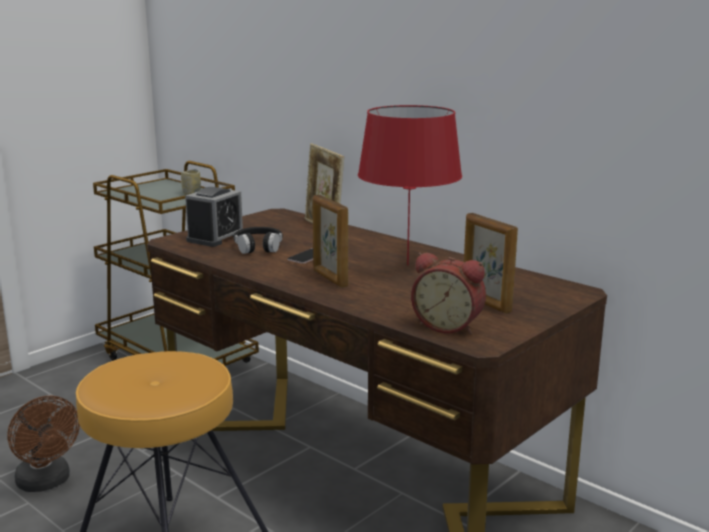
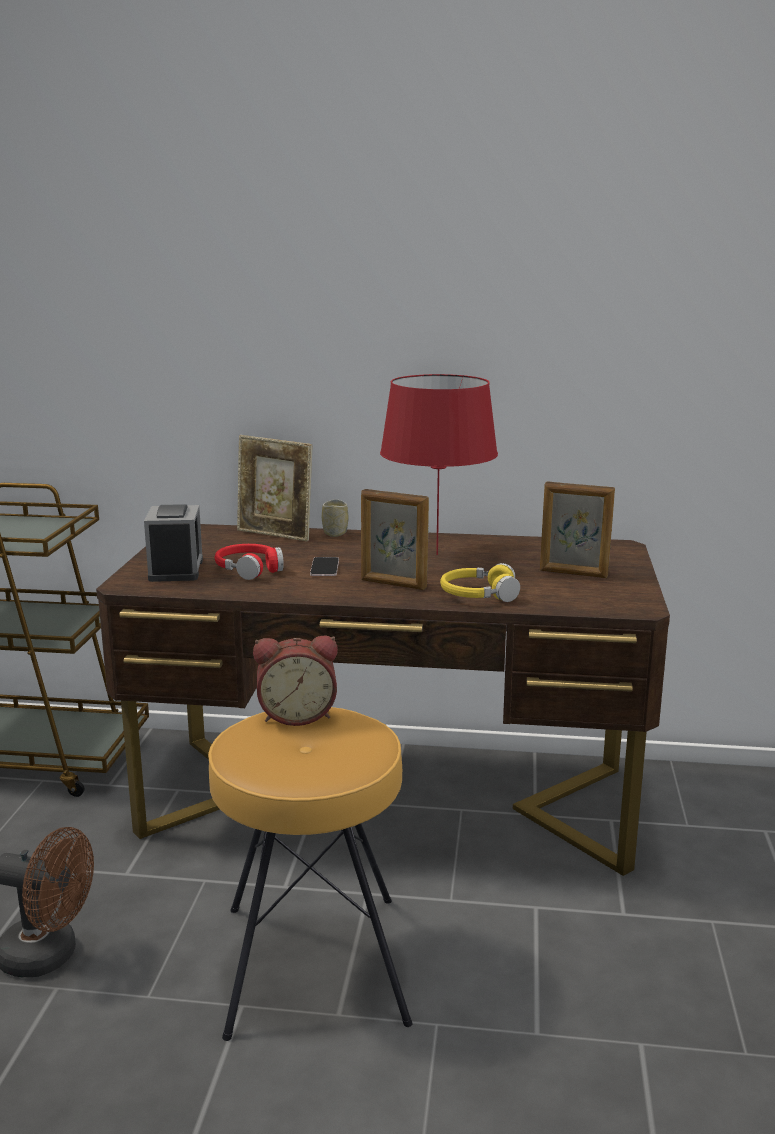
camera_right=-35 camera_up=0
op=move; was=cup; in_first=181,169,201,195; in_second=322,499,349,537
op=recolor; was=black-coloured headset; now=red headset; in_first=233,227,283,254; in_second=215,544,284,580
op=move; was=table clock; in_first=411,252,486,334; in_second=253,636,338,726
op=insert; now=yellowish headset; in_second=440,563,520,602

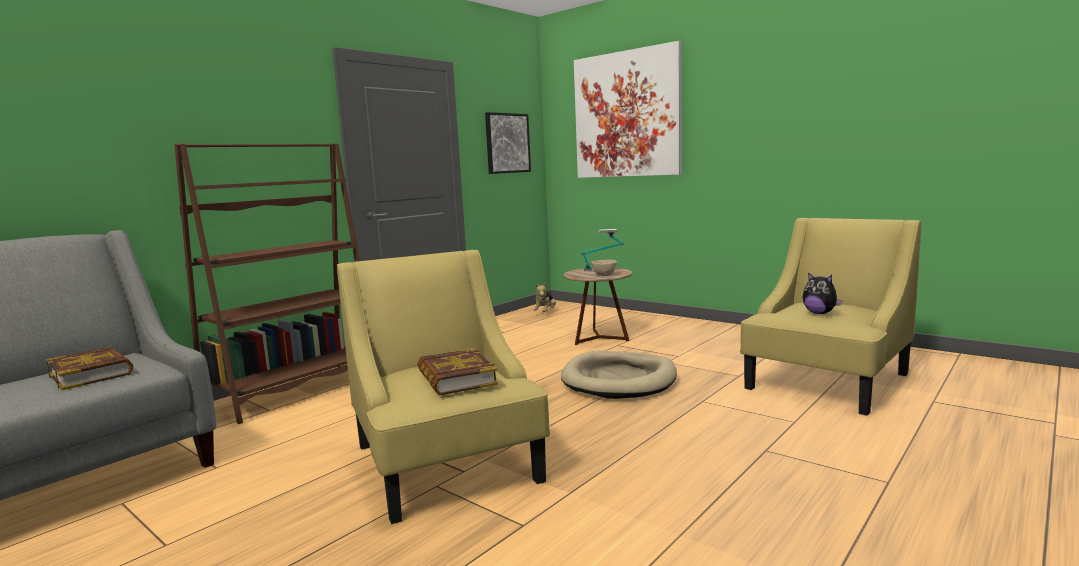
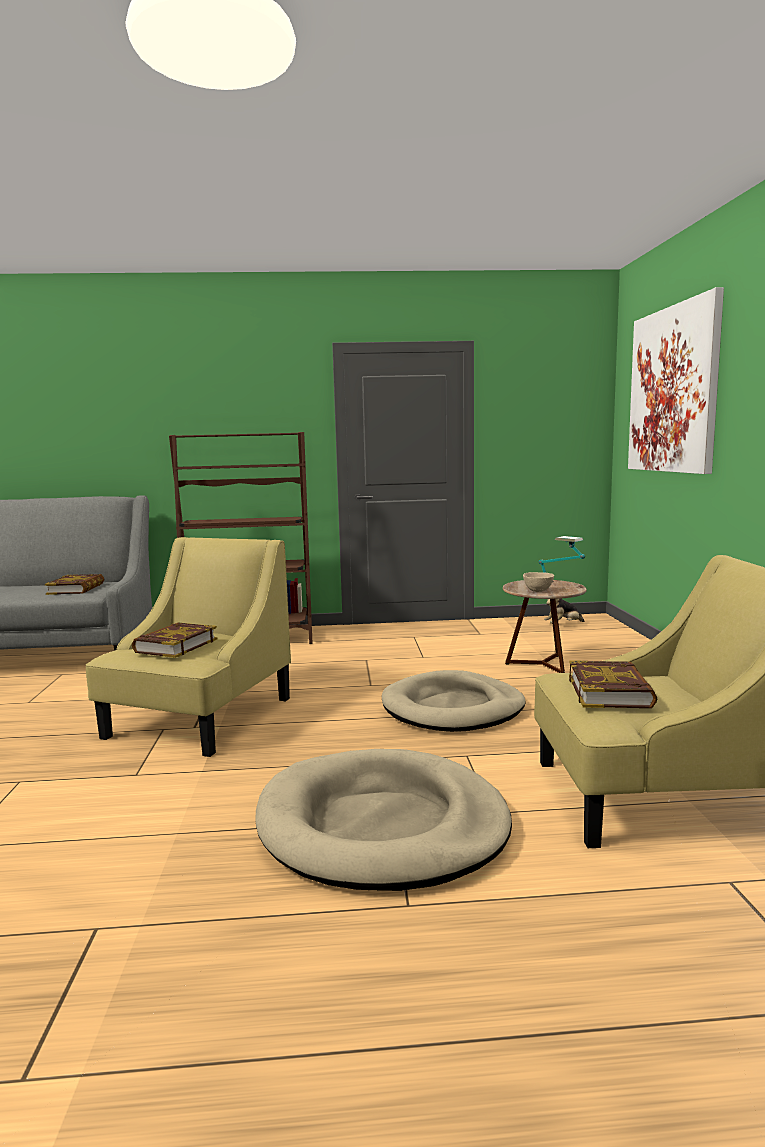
camera_right=45 camera_up=0
op=delete; was=picture; in_first=485,112,531,174
op=replace; was=soft toy; now=book; in_first=802,272,843,314; in_second=569,660,658,708
op=insert; now=sand-coloured pet bed; in_second=255,749,512,891

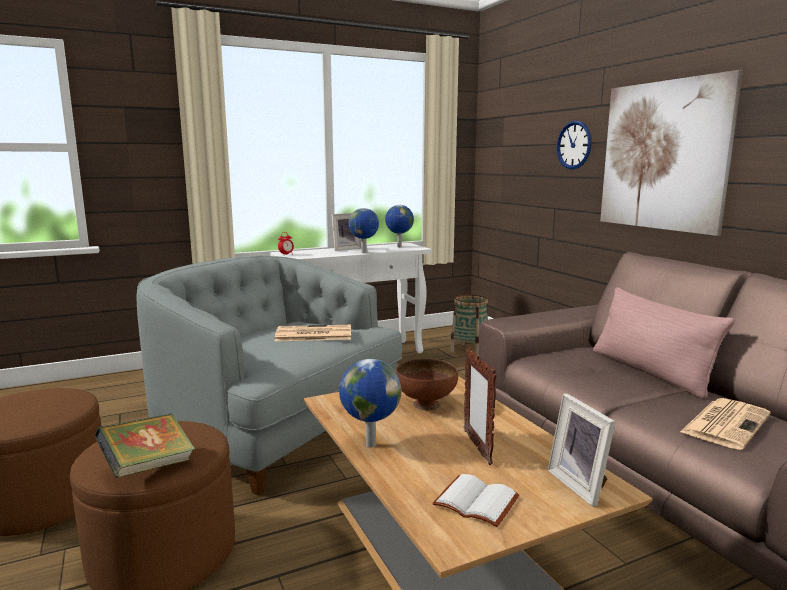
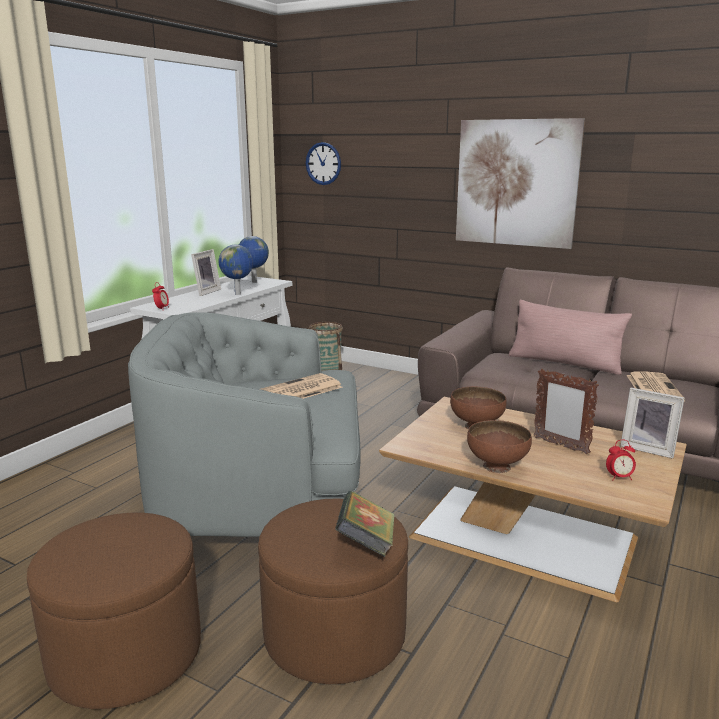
camera_right=-35 camera_up=5
op=move; was=wall clock; in_first=557,121,592,170; in_second=306,142,341,185
op=replace; was=globe; now=brown bowl; in_first=339,359,402,448; in_second=467,420,532,473
op=replace; was=whitish book; now=table clock; in_first=432,474,519,527; in_second=606,440,636,480

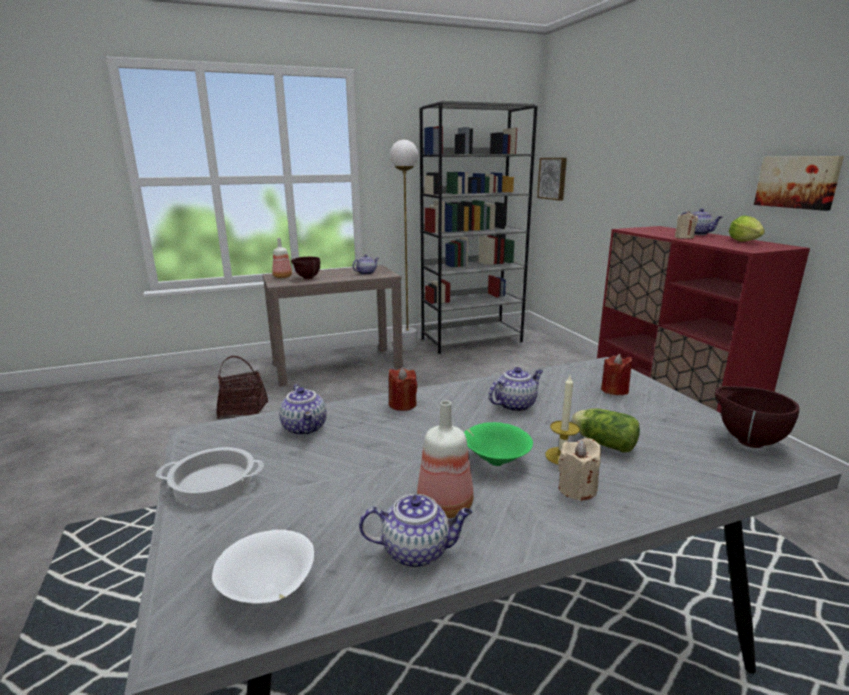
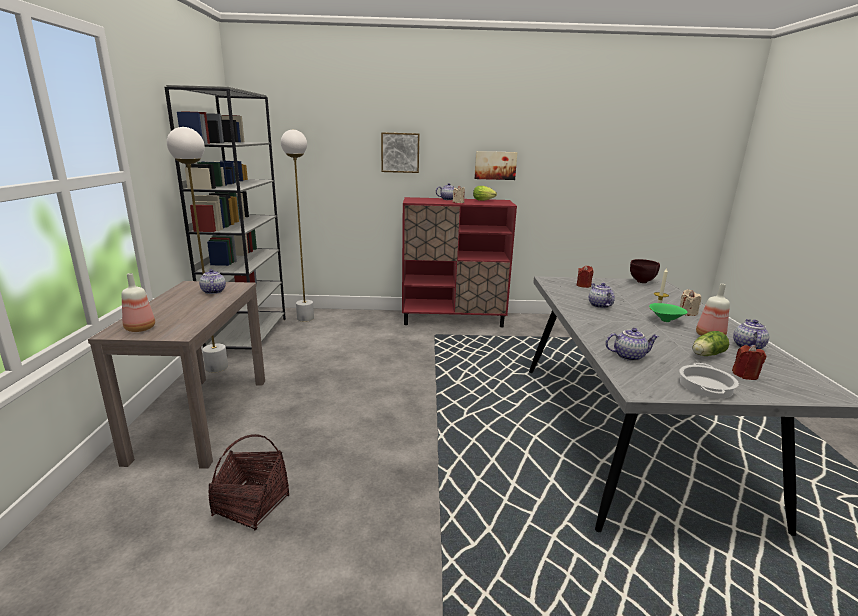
camera_right=-70 camera_up=0
op=move; was=picture; in_first=537,158,567,201; in_second=381,132,419,173
op=delete; was=brown bowl; in_first=291,257,320,279
op=move; was=red wax light; in_first=389,367,418,411; in_second=732,345,766,380
op=move; was=head of lettuce; in_first=571,408,640,453; in_second=693,331,729,356
op=delete; was=whitish bowl; in_first=212,530,314,604
op=insert; now=whitish standing lamp; in_second=281,130,314,322

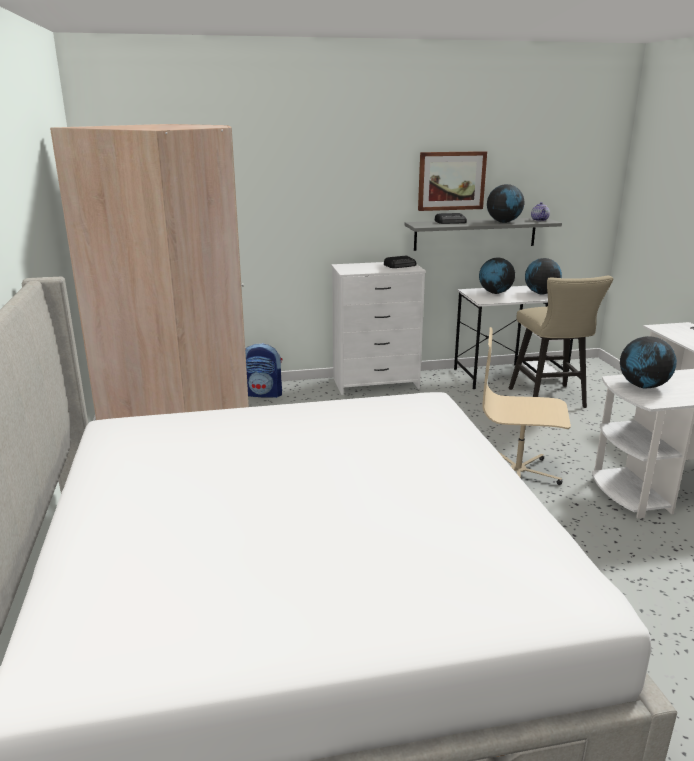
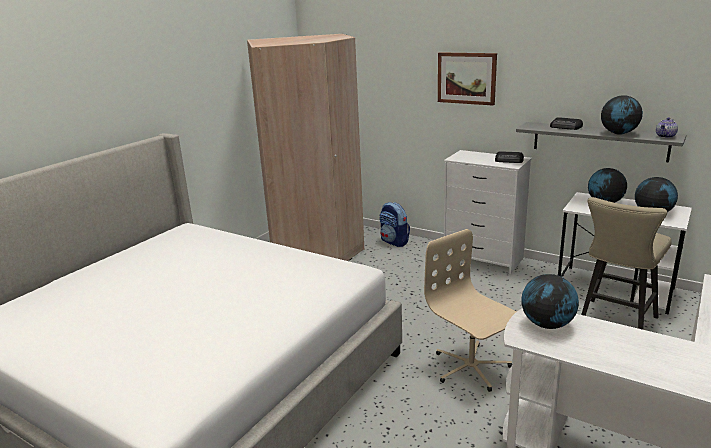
camera_right=45 camera_up=0
op=move; was=picture; in_first=418,151,487,211; in_second=438,52,497,106

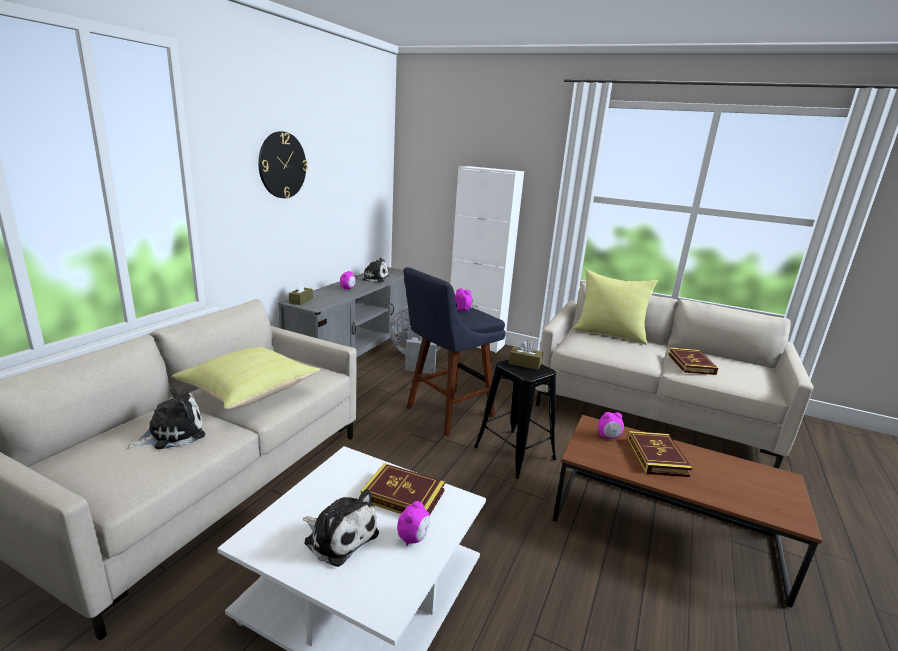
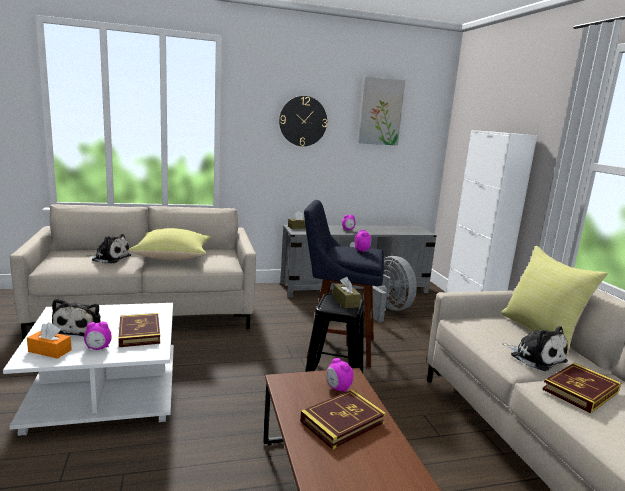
camera_right=50 camera_up=-5
op=move; was=soft toy; in_first=355,258,389,282; in_second=502,326,568,371
op=insert; now=picture; in_second=358,77,405,146
op=insert; now=orange tissue holder; in_second=27,322,72,359

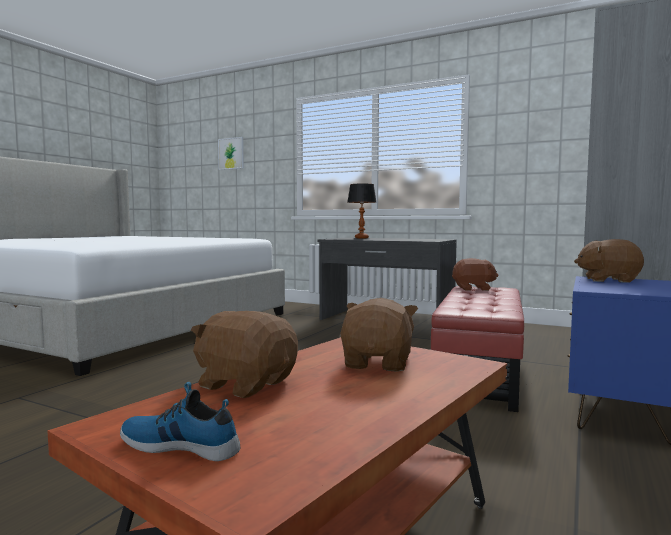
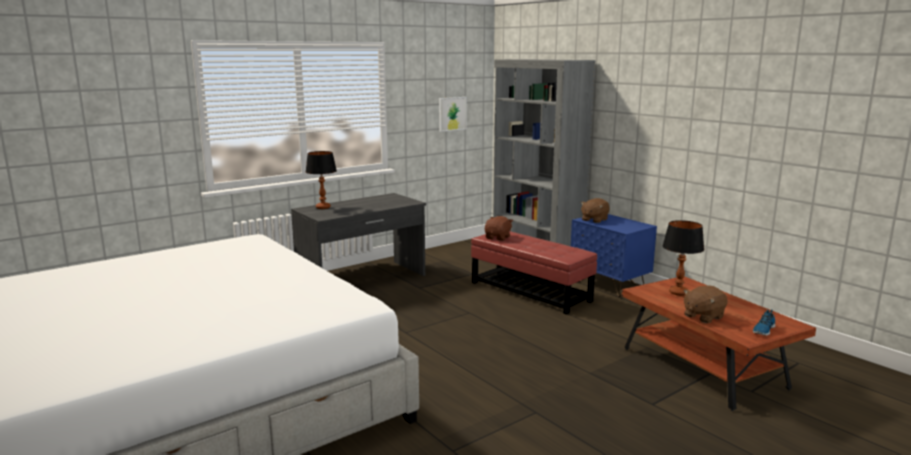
camera_right=-65 camera_up=10
op=move; was=picture; in_first=218,137,244,170; in_second=439,97,467,132
op=replace; was=brown soft toy; now=table lamp; in_first=340,298,418,372; in_second=662,220,704,296

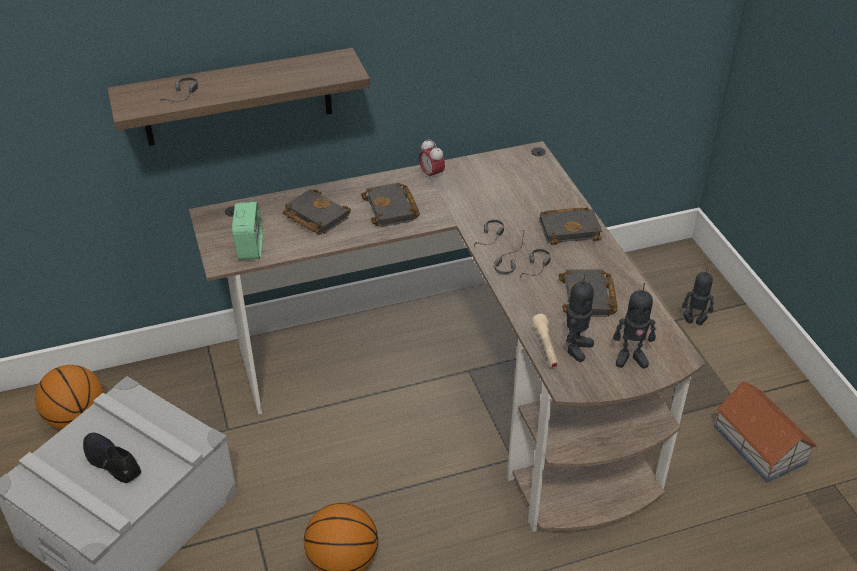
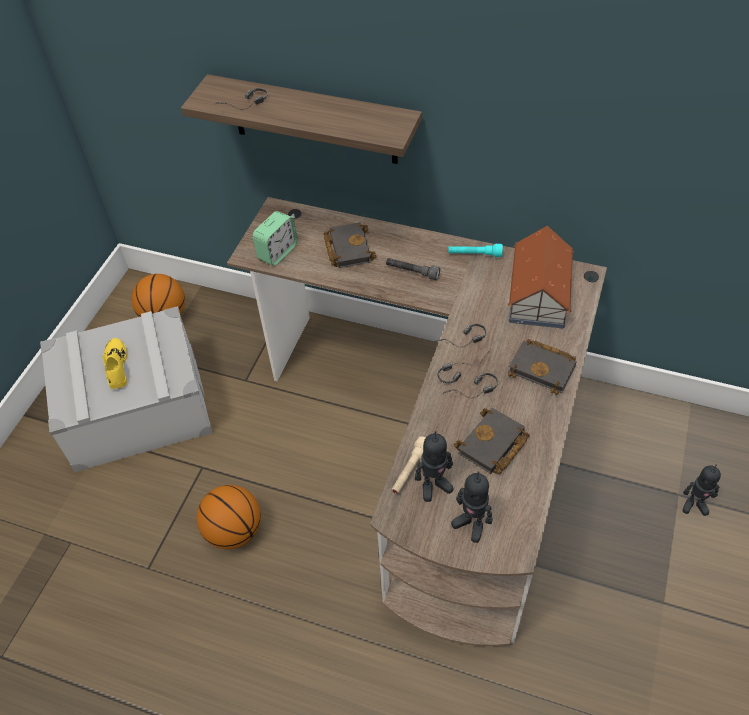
camera_right=40 camera_up=10
op=replace; was=table clock; now=turquoise-coloured flashlight; in_first=419,139,445,182; in_second=448,244,503,257
op=replace; was=black-coloured book; now=grey flashlight; in_first=361,183,420,227; in_second=386,258,440,280
op=rotate; was=model robot; in_first=682,267,714,325; in_second=683,464,721,516; clockwise=135
op=move; was=model house; in_first=714,381,818,483; in_second=508,226,574,328
op=recolor; was=black-coloured shoe; now=yellowish shoe; in_first=83,433,141,483; in_second=103,338,127,389

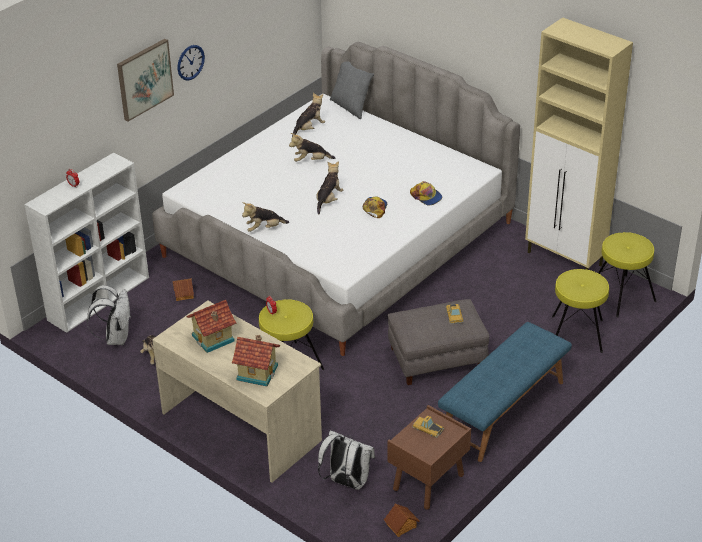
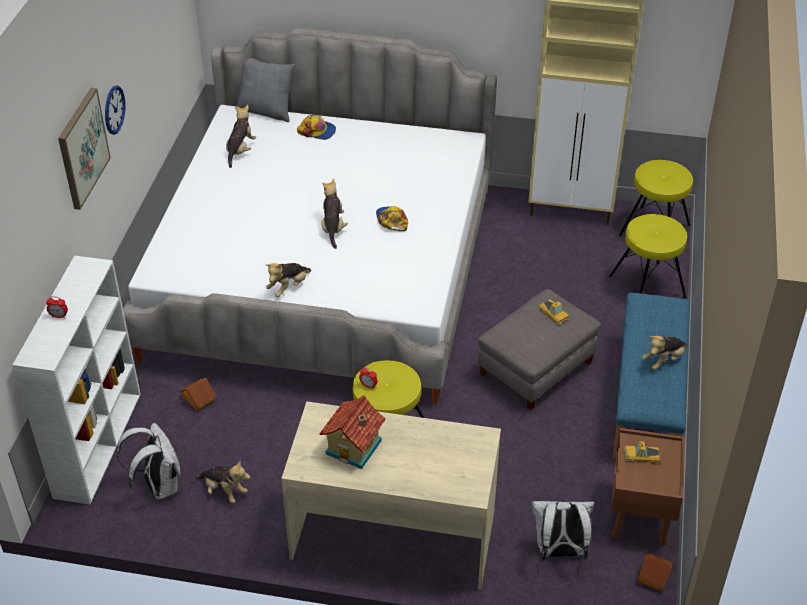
camera_right=-30 camera_up=5
op=move; was=soft toy; in_first=289,133,335,162; in_second=642,335,687,370
op=move; was=baseball cap; in_first=410,181,442,206; in_second=297,115,336,140
op=delete; was=model house; in_first=232,335,280,386

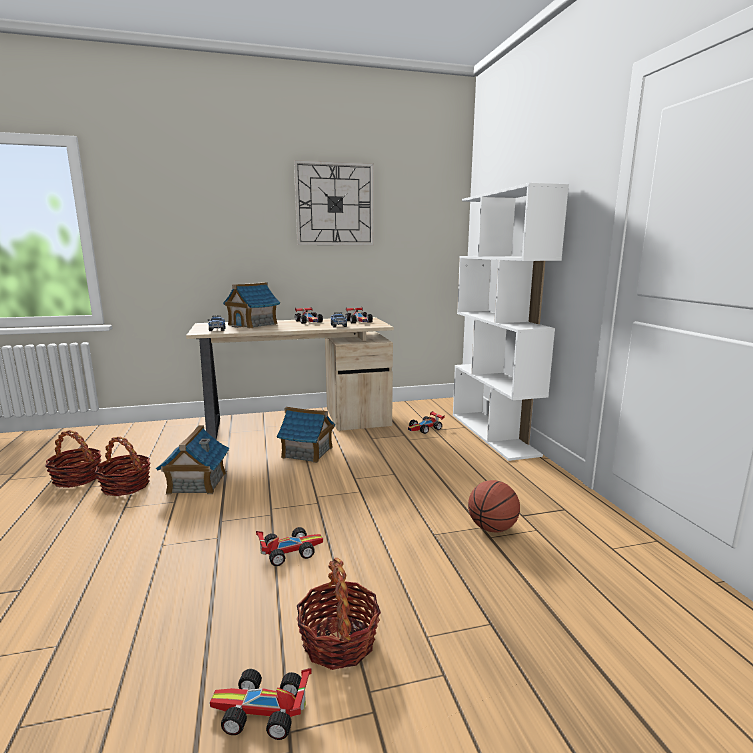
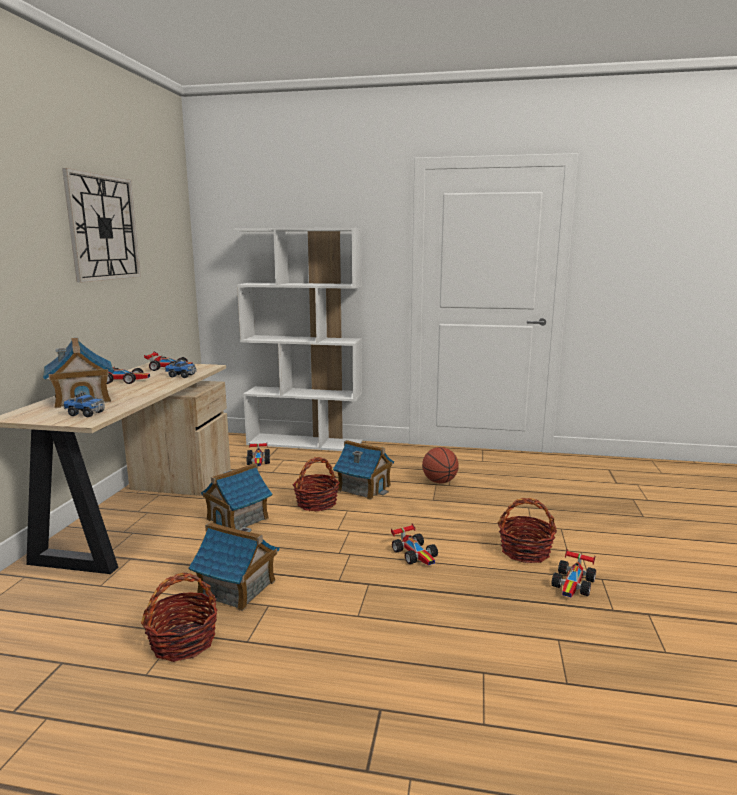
camera_right=-65 camera_up=0
op=move; was=basket; in_first=45,430,102,488; in_second=293,457,340,511
op=rotate; was=toy car; in_first=256,527,323,566; in_second=391,523,438,565; clockwise=150
op=insert; now=model house; in_second=333,440,394,500

